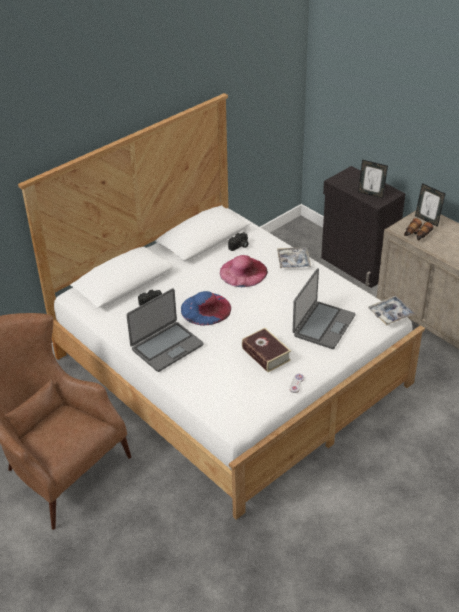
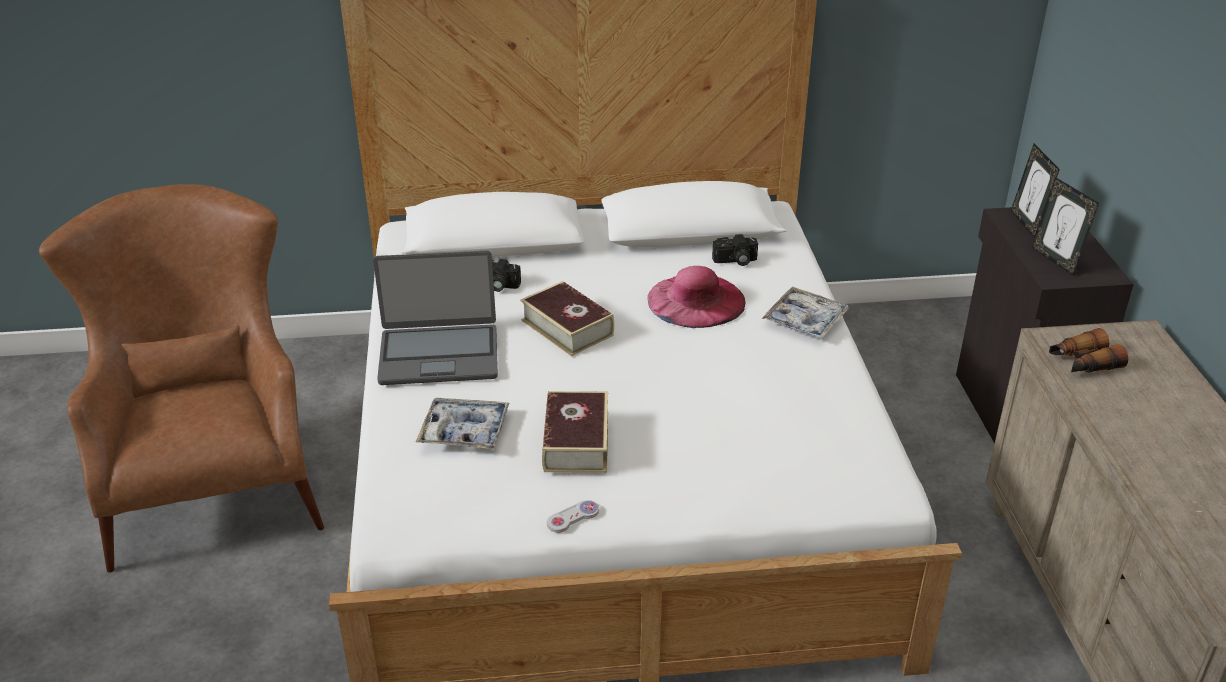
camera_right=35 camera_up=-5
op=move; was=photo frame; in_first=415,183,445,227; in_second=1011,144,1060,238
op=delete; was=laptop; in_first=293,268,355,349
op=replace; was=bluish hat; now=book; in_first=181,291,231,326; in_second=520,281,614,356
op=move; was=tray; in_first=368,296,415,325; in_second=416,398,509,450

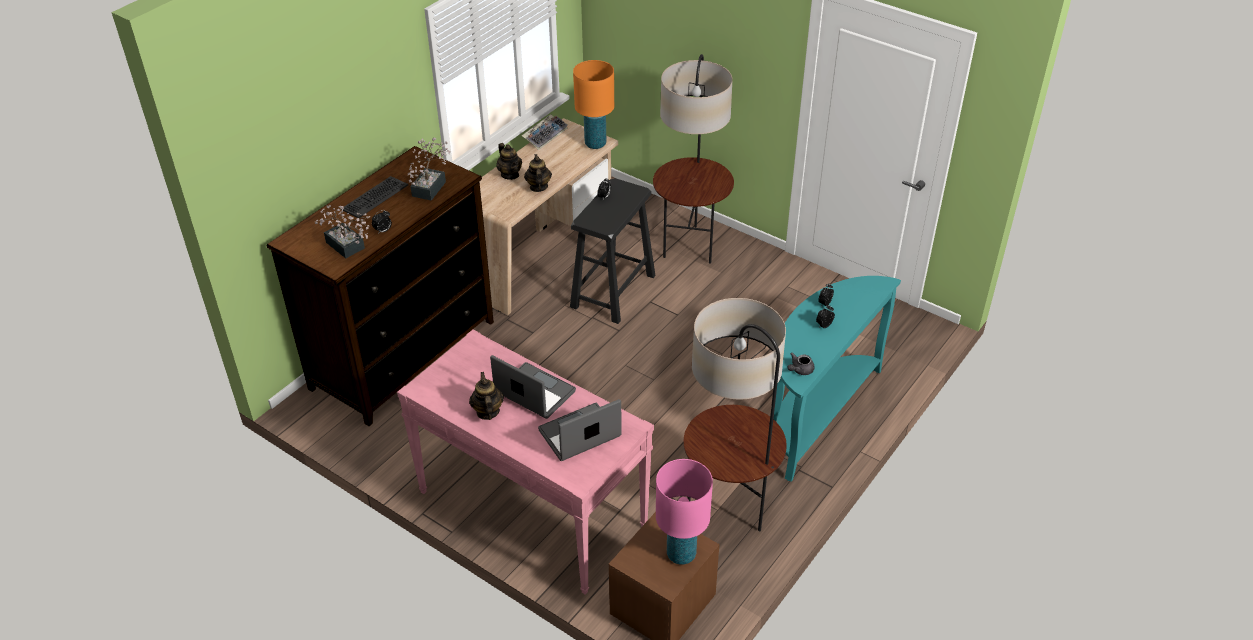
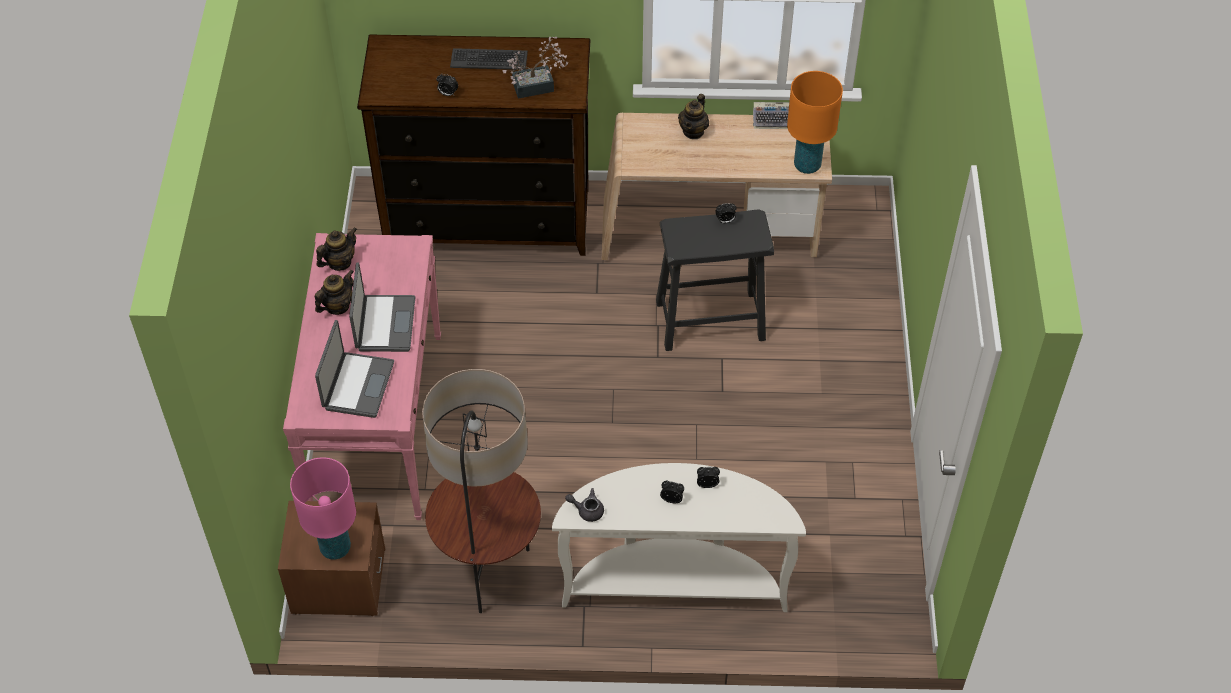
camera_right=55 camera_up=10
op=delete; was=standing lamp; in_first=653,54,734,264
op=move; was=tea pot; in_first=524,154,552,192; in_second=316,228,357,271
op=delete; was=potted plant; in_first=315,205,371,258
op=recolor; was=turquoise-coloured narrow table; now=whitish narrow table; in_first=774,276,901,482; in_second=552,463,806,612
op=rotate; was=laptop; in_first=538,399,622,461; in_second=315,320,394,418; clockwise=75

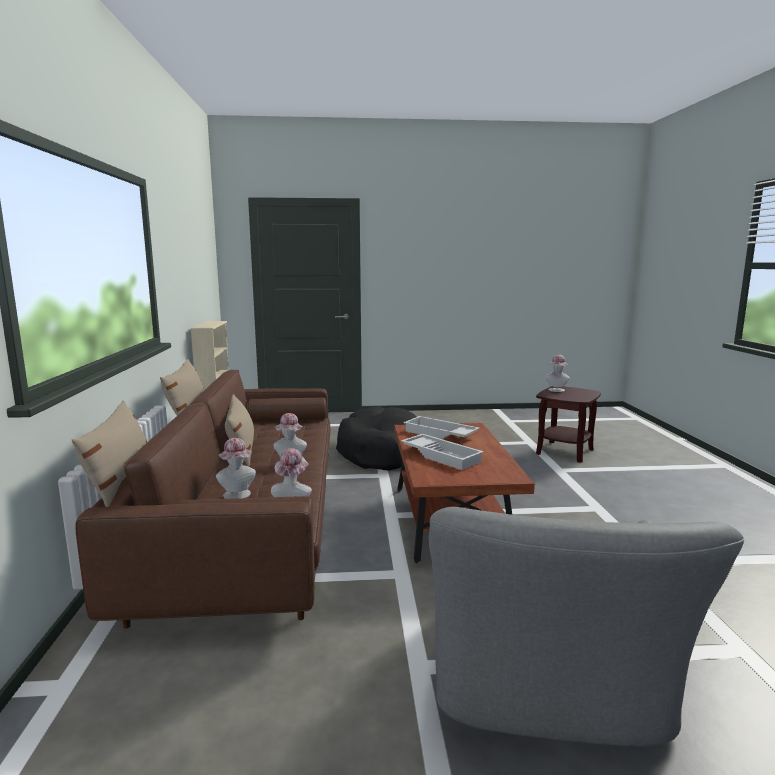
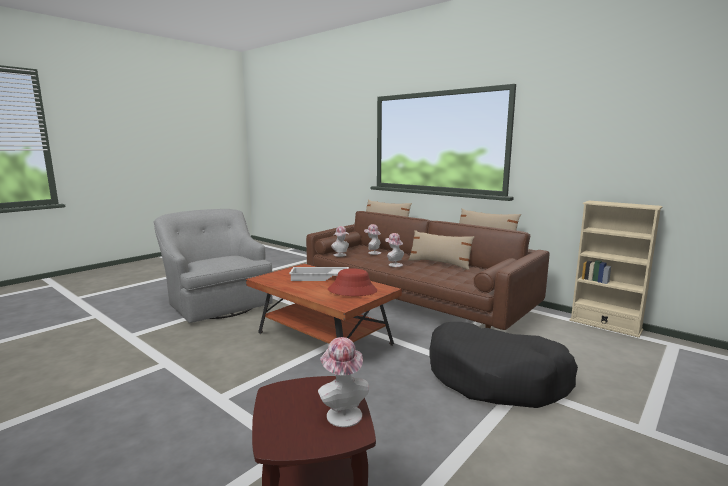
camera_right=135 camera_up=0
op=replace; was=whitish tray; now=red hat; in_first=404,416,480,439; in_second=328,269,377,296

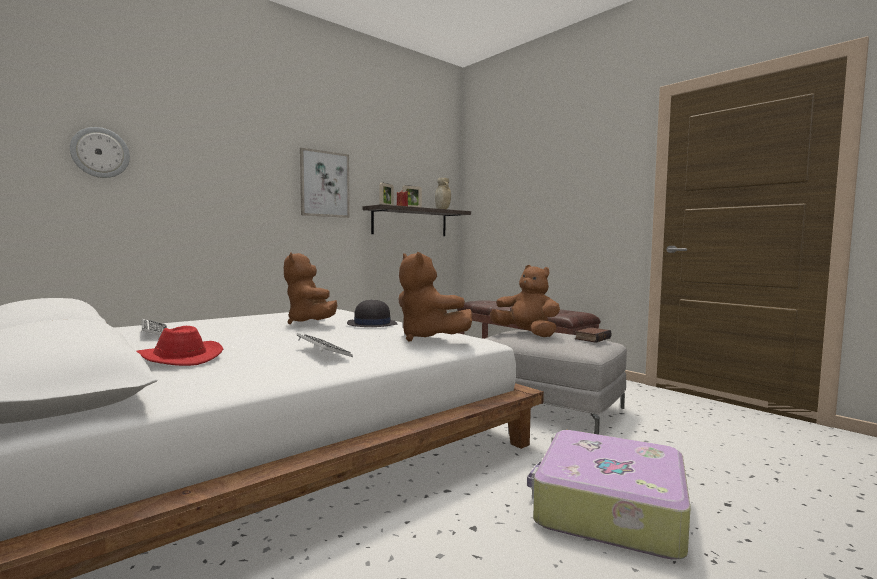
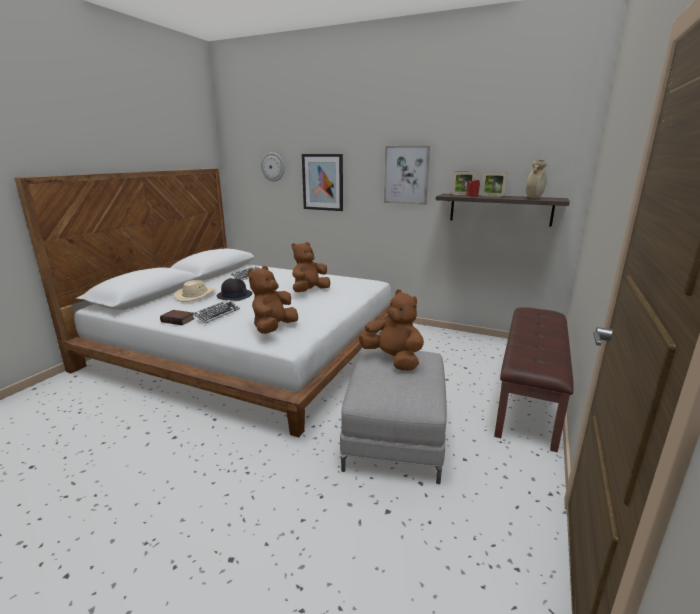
camera_right=65 camera_up=15
op=rotate; was=brown soft toy; in_first=490,265,560,337; in_second=359,289,424,371; clockwise=-60
op=move; was=black-coloured hat; in_first=347,300,397,327; in_second=217,278,252,301
op=recolor; was=red hat; now=sand-coloured hat; in_first=137,326,223,366; in_second=174,280,215,302
op=move; was=book; in_first=575,327,612,343; in_second=160,310,195,325
op=delete; was=travel case; in_first=527,430,691,559
op=insert; now=picture; in_second=302,154,343,211

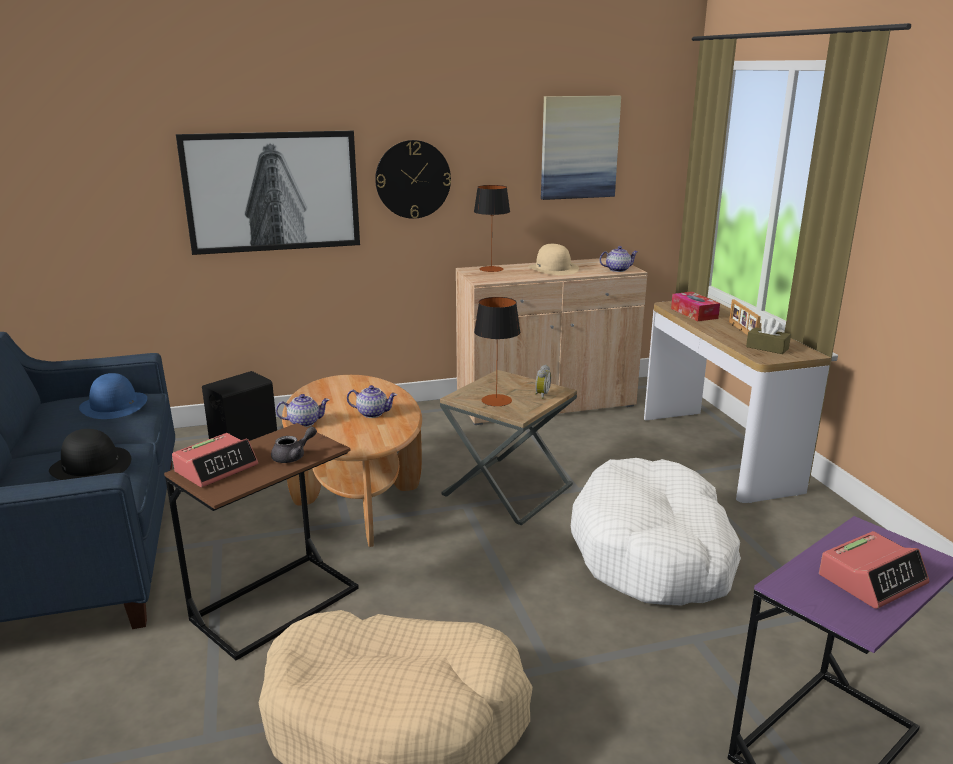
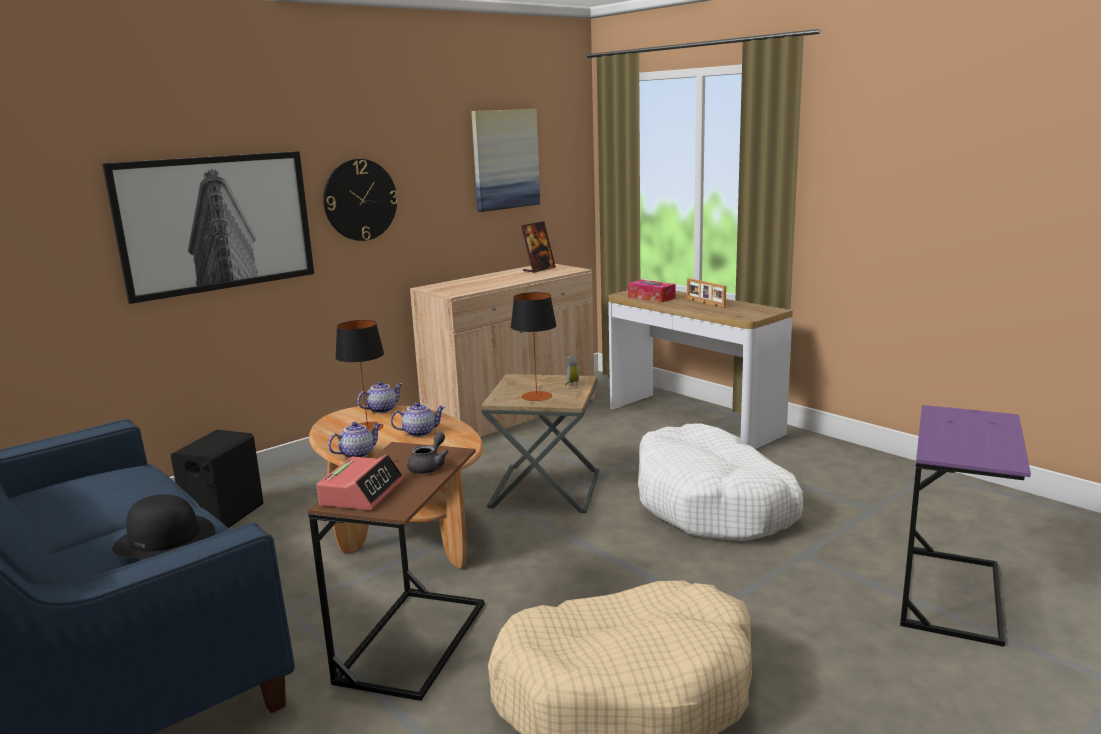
camera_right=-25 camera_up=-5
op=move; was=table lamp; in_first=474,185,510,272; in_second=335,320,384,432
op=delete; was=sand-coloured hat; in_first=528,244,579,275
op=move; was=tea pot; in_first=599,246,638,272; in_second=357,381,403,413
op=delete; was=brown tissue holder; in_first=746,318,791,354
op=delete; was=bluish hat; in_first=79,373,147,419
op=delete; was=table clock; in_first=819,531,929,609
op=insert; now=photo frame; in_second=521,221,556,273

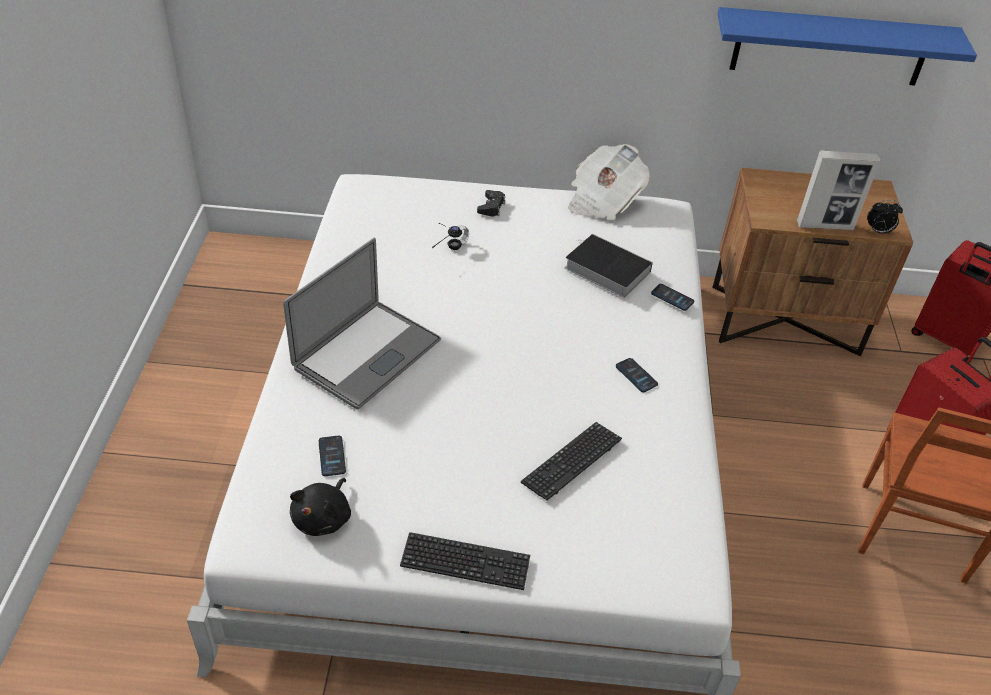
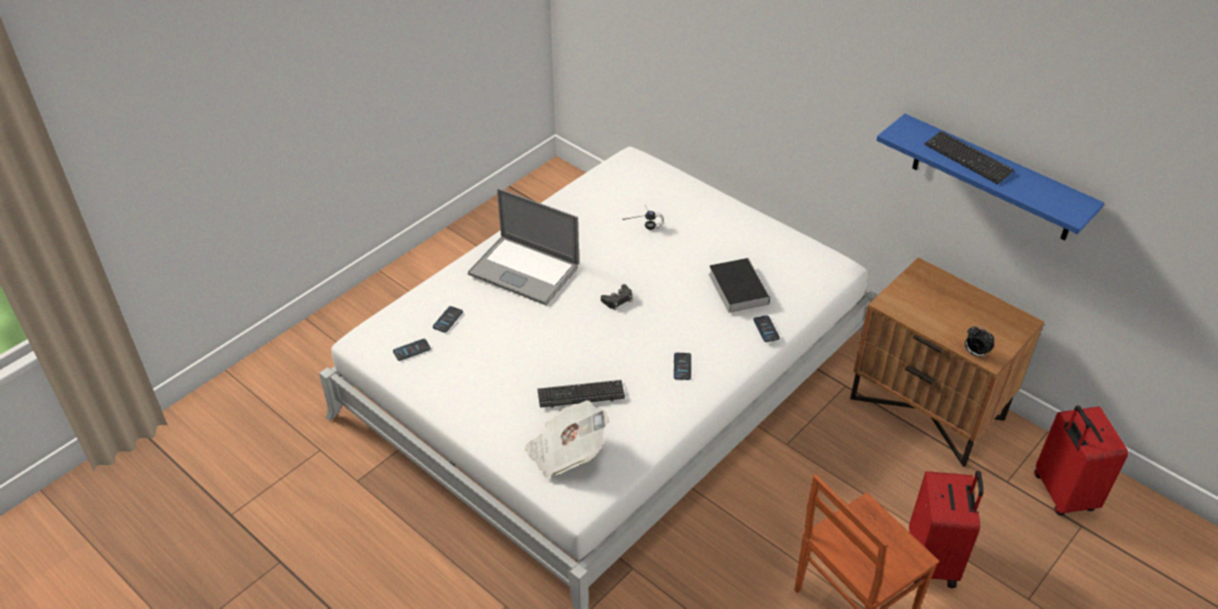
camera_right=40 camera_up=0
op=move; was=printed paper; in_first=568,144,650,220; in_second=525,401,609,478
op=delete; was=photo frame; in_first=797,150,880,230
op=move; was=black-coloured gamepad; in_first=477,190,505,216; in_second=601,284,633,310
op=rotate; was=laptop; in_first=283,238,441,410; in_second=468,188,579,305; clockwise=45
op=replace; was=black-coloured soft toy; now=phone; in_first=290,478,351,536; in_second=393,339,431,361
op=move; was=PC keyboard; in_first=400,532,530,590; in_second=925,131,1014,184

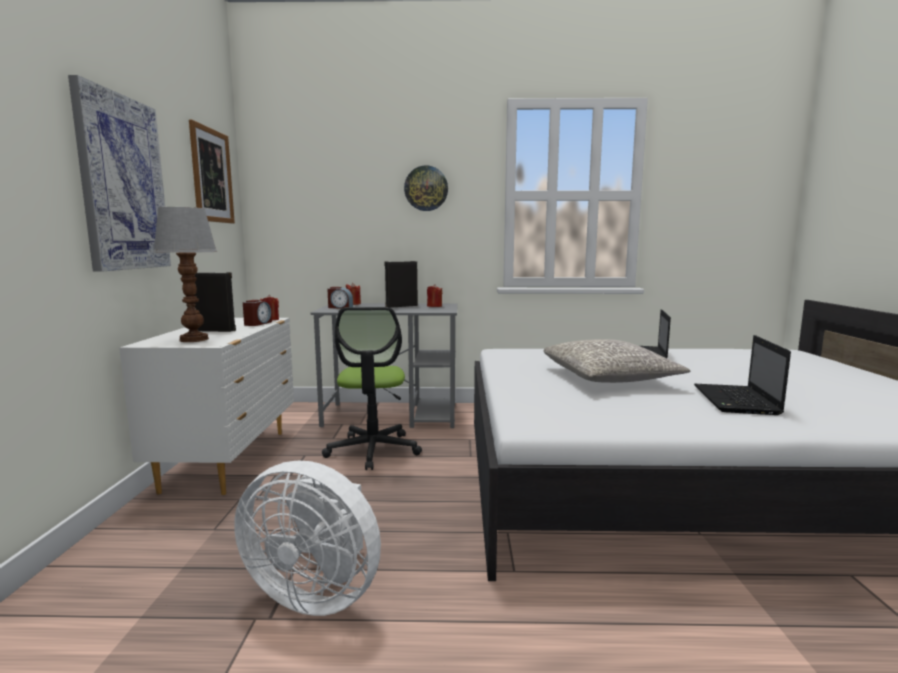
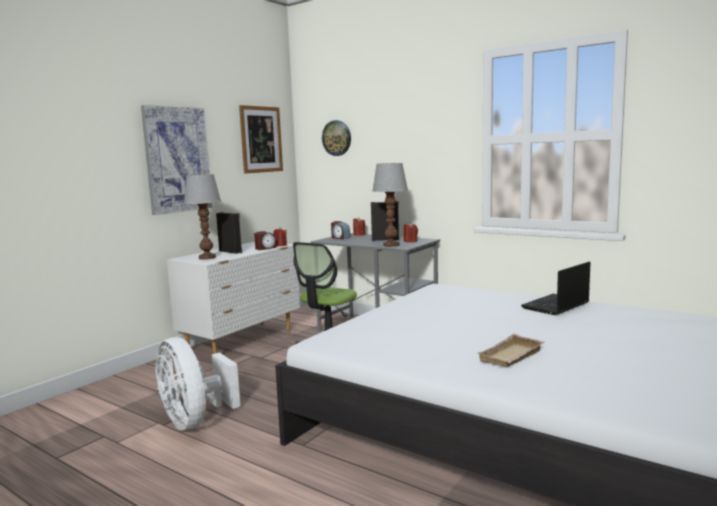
camera_right=35 camera_up=0
op=move; was=wall clock; in_first=404,166,448,211; in_second=322,120,351,156
op=replace; was=laptop; now=sand-coloured tray; in_first=694,335,791,415; in_second=479,334,544,367
op=delete; was=grey throw pillow; in_first=544,339,690,383
op=insert; now=table lamp; in_second=372,163,408,247

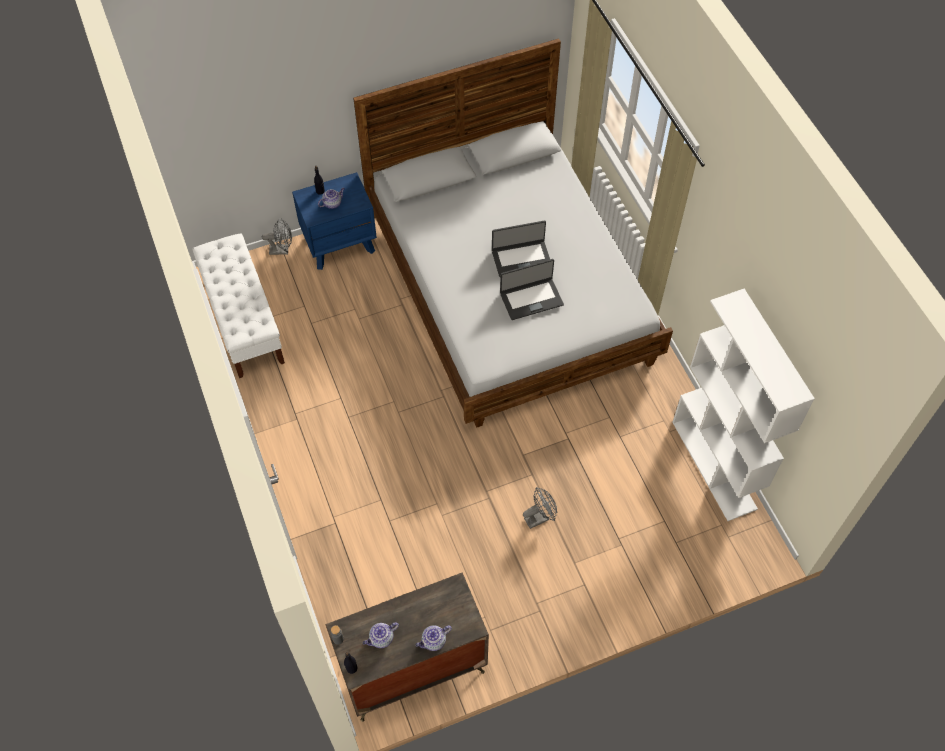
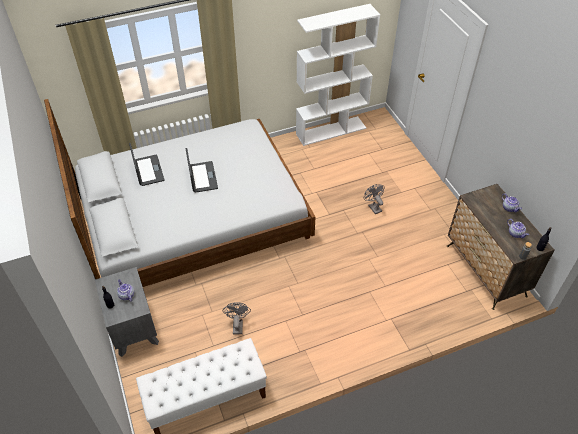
camera_right=-90 camera_up=-10
op=recolor; was=bluish nightstand; now=grey nightstand; in_first=292,172,377,270; in_second=95,267,159,357
op=move; was=grey cooling fan; in_first=262,218,292,255; in_second=223,302,251,335
op=move; was=laptop; in_first=500,259,564,320; in_second=129,143,164,186

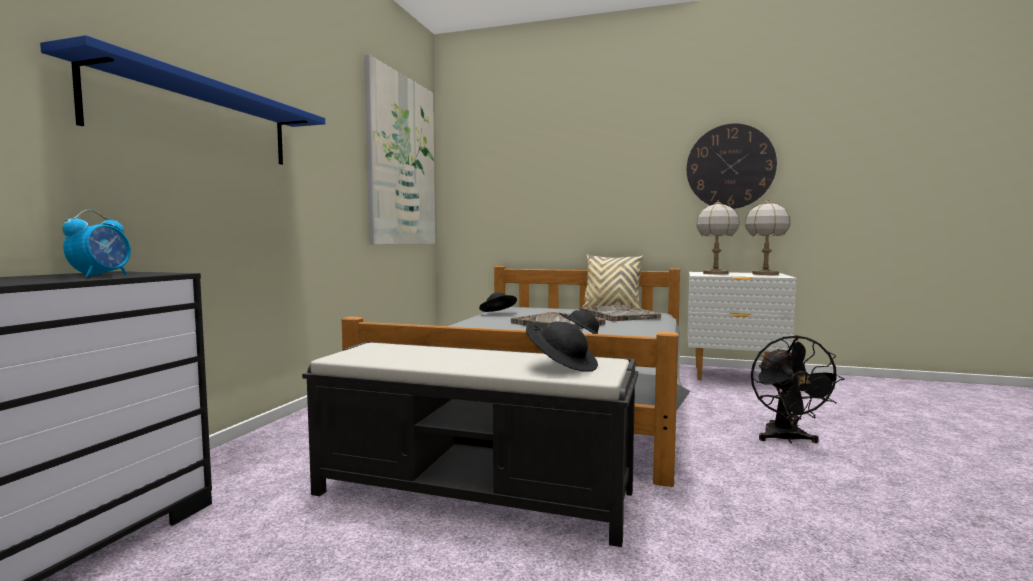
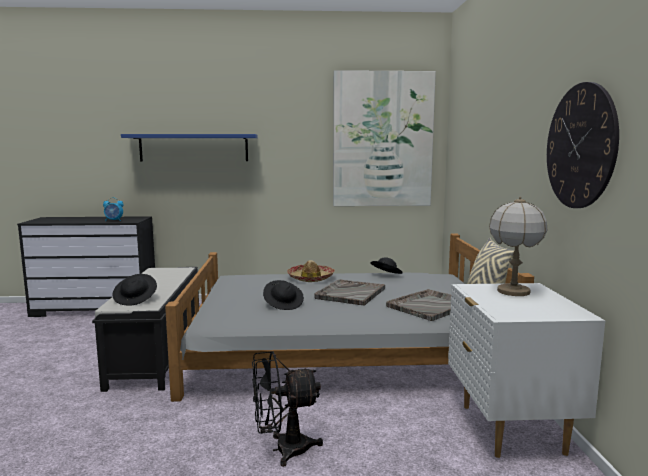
camera_right=70 camera_up=5
op=delete; was=table lamp; in_first=745,199,791,275
op=insert; now=hat; in_second=287,260,335,282

